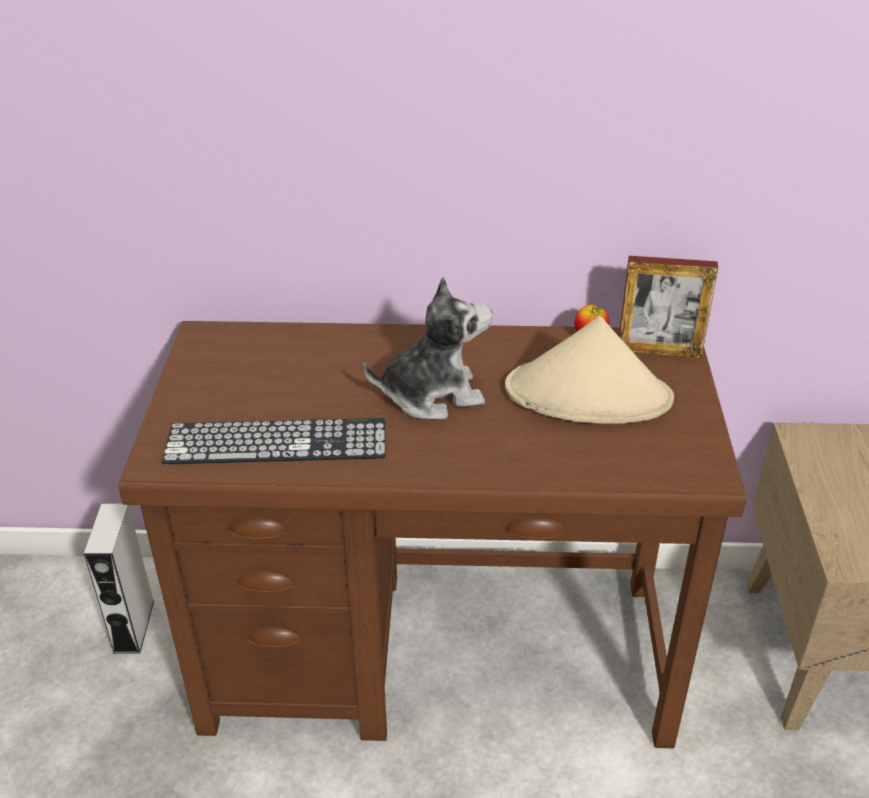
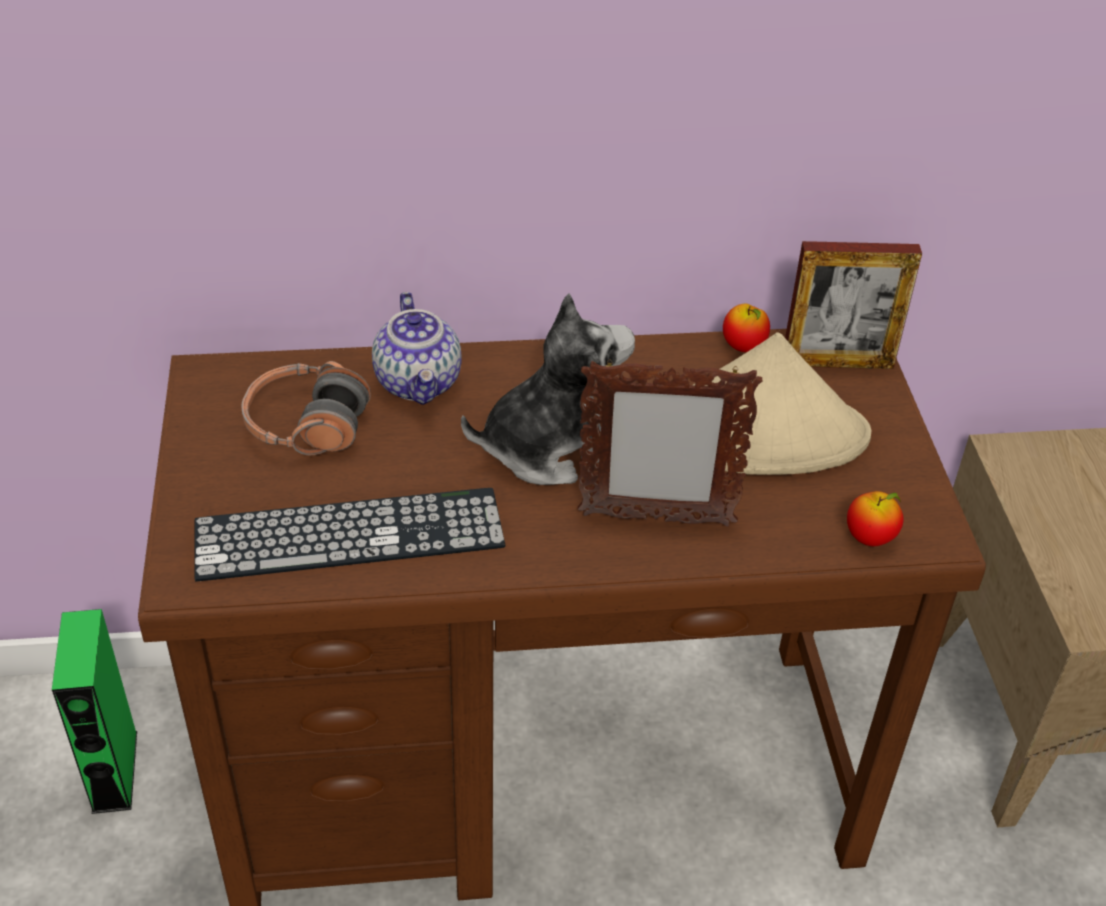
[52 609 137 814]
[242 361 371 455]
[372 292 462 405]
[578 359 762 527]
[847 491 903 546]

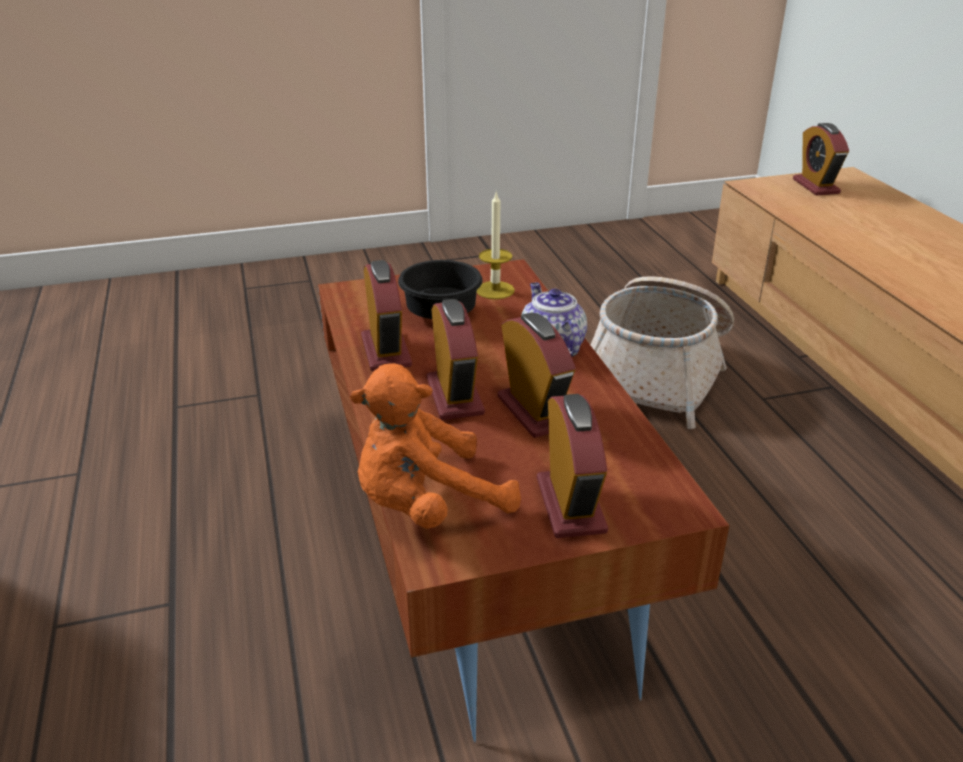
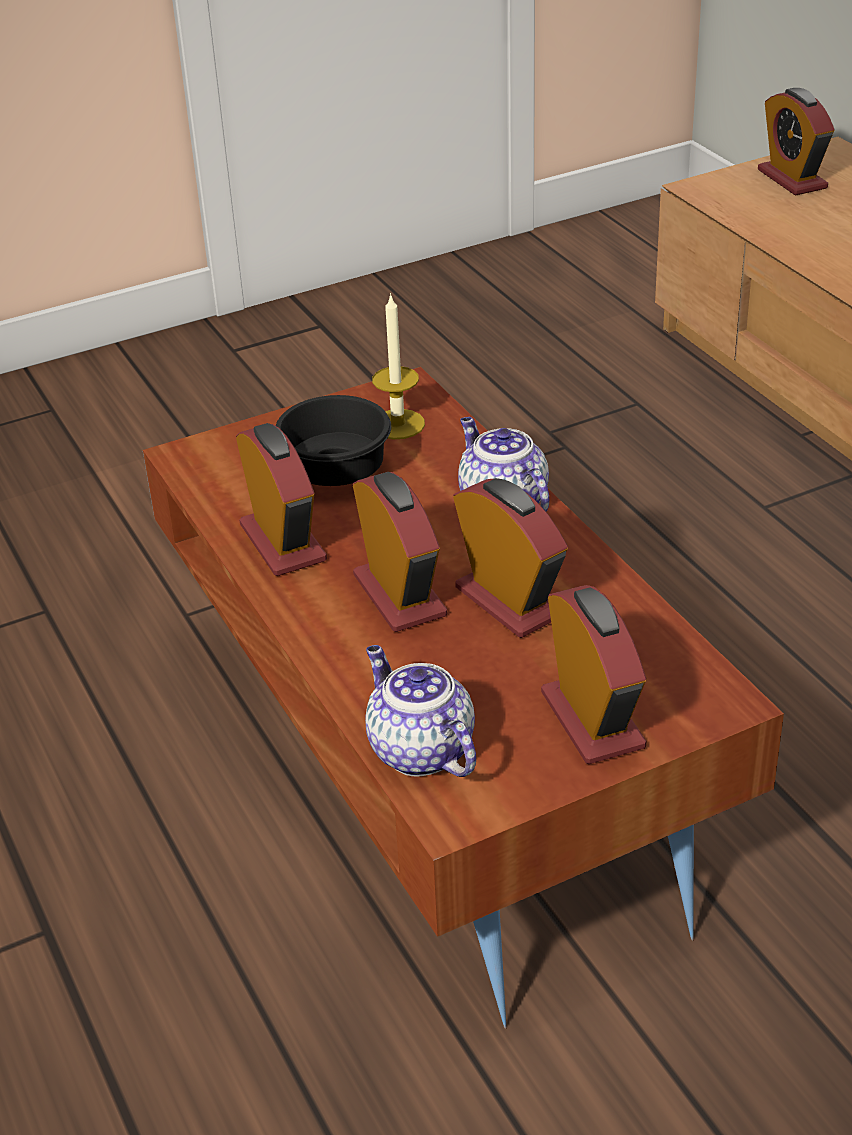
[365 645 476 777]
[591 276 734 429] (first image)

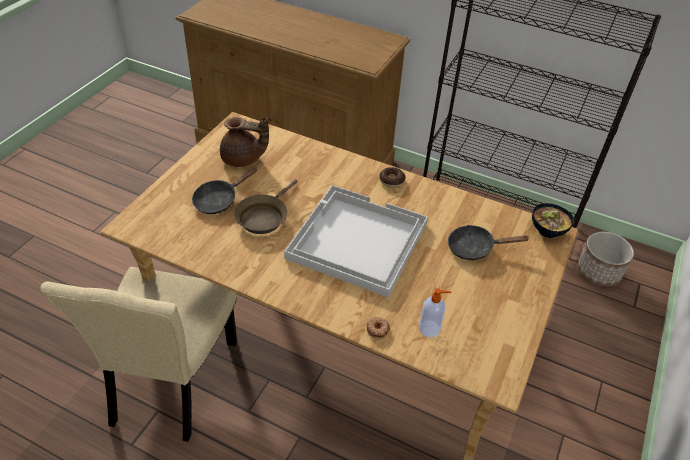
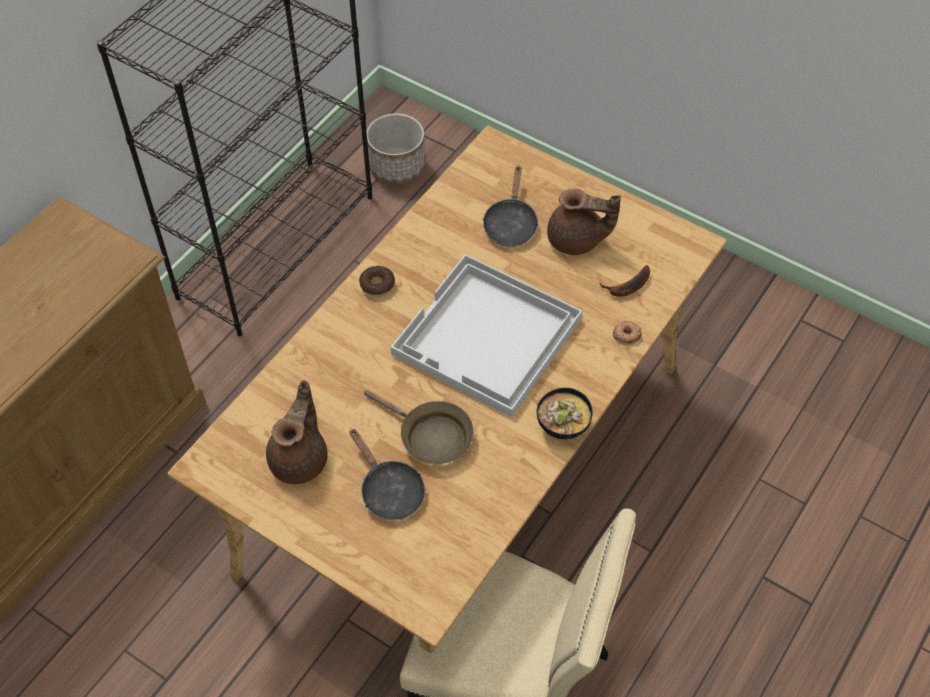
[537 388 593 439]
[547 189 621 255]
[600 265 650 297]

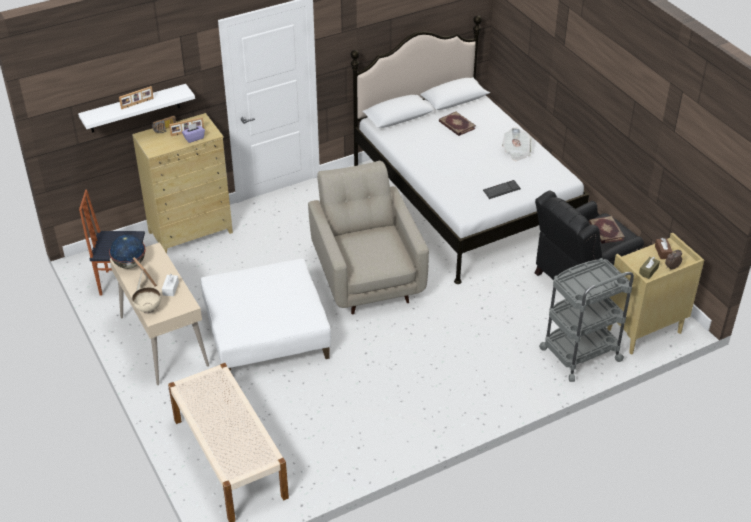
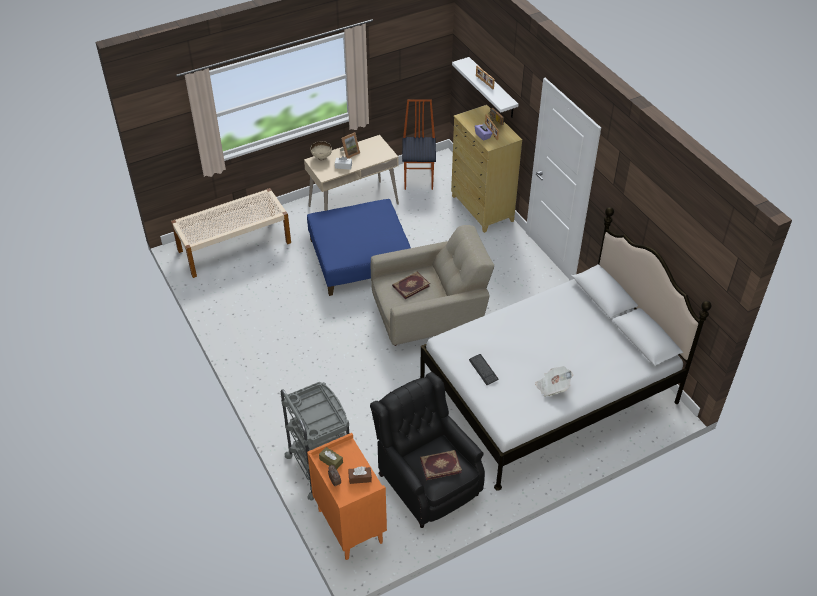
[307 199 411 296]
[307 433 387 560]
[392 272 430 299]
[109 234 146 269] (first image)

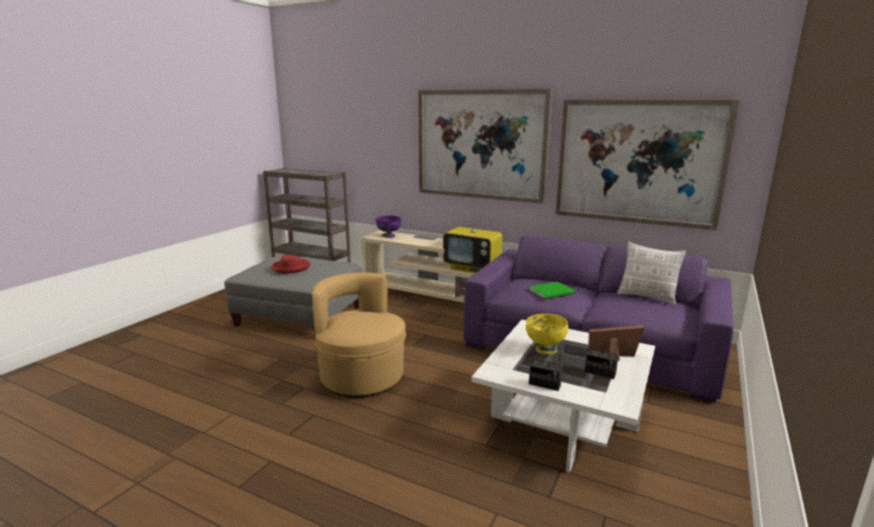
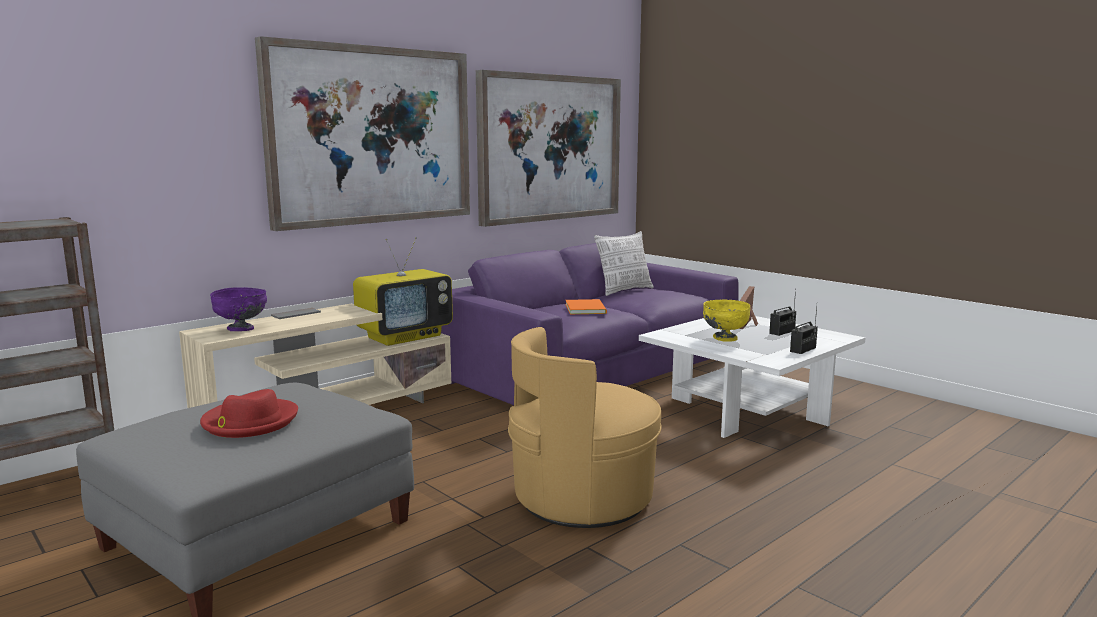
[565 299 607 314]

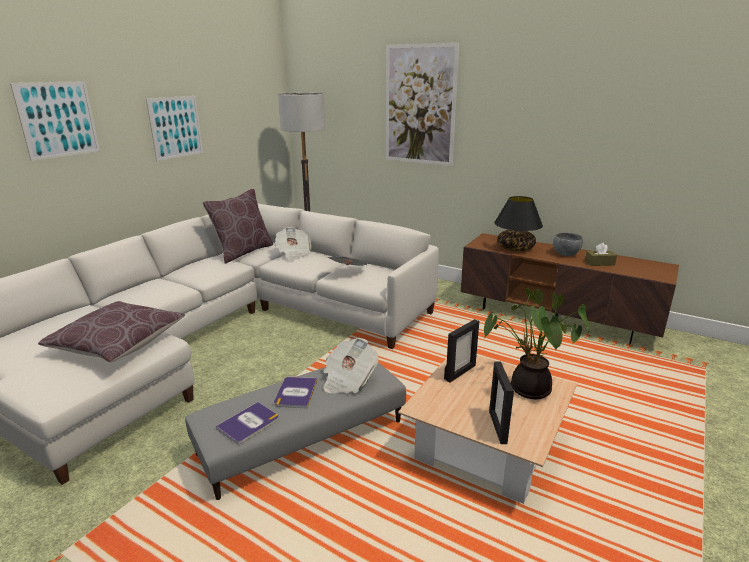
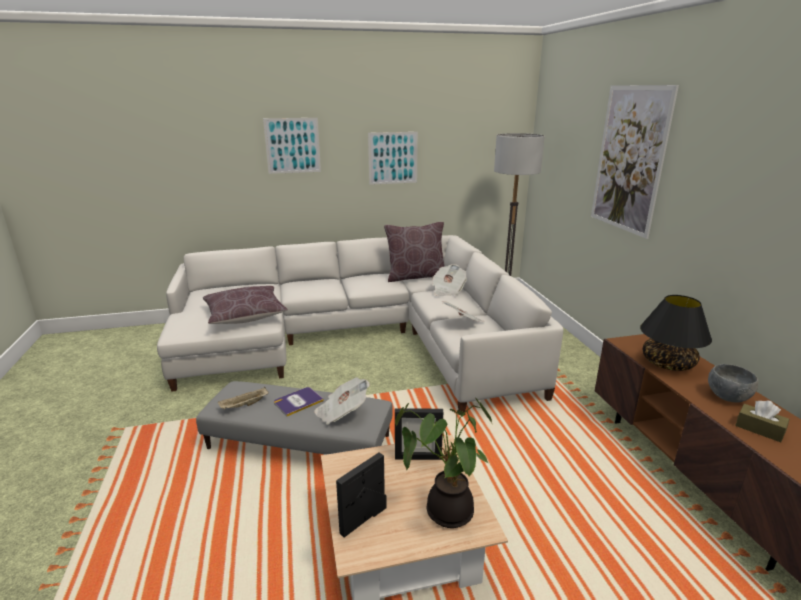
[218 387 269 409]

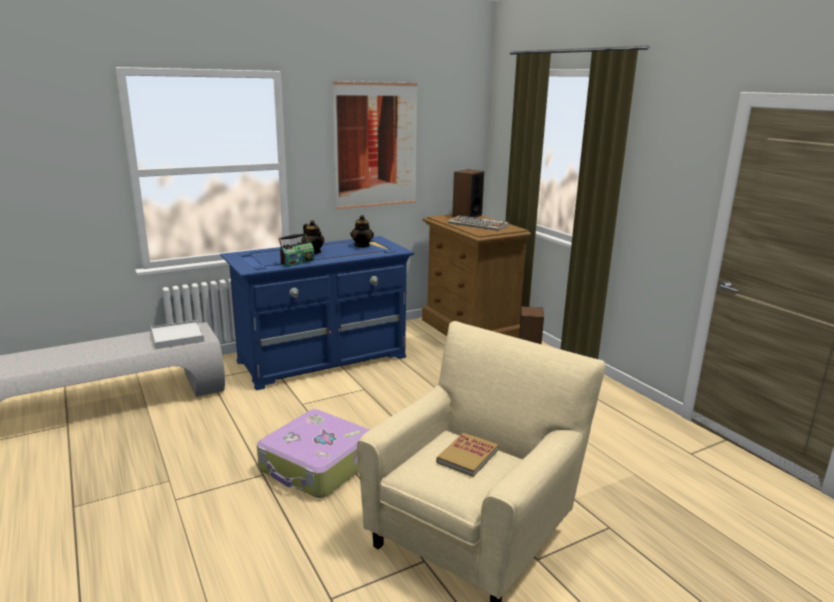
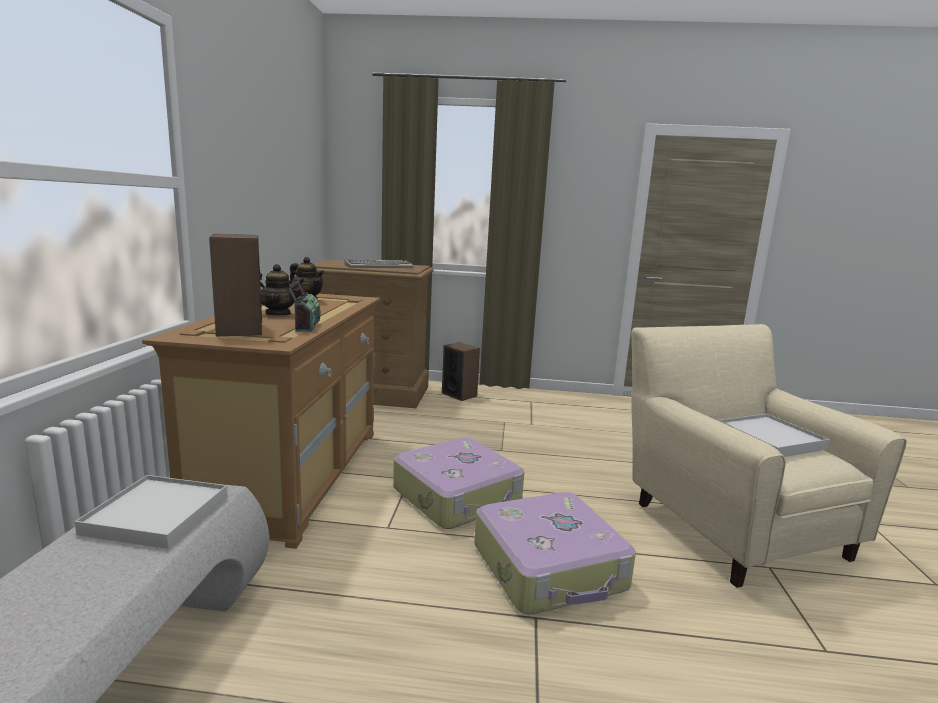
[142 294 380 549]
[209 234 262 336]
[393 437 524 529]
[718 414 830 457]
[332 81 418 209] (first image)

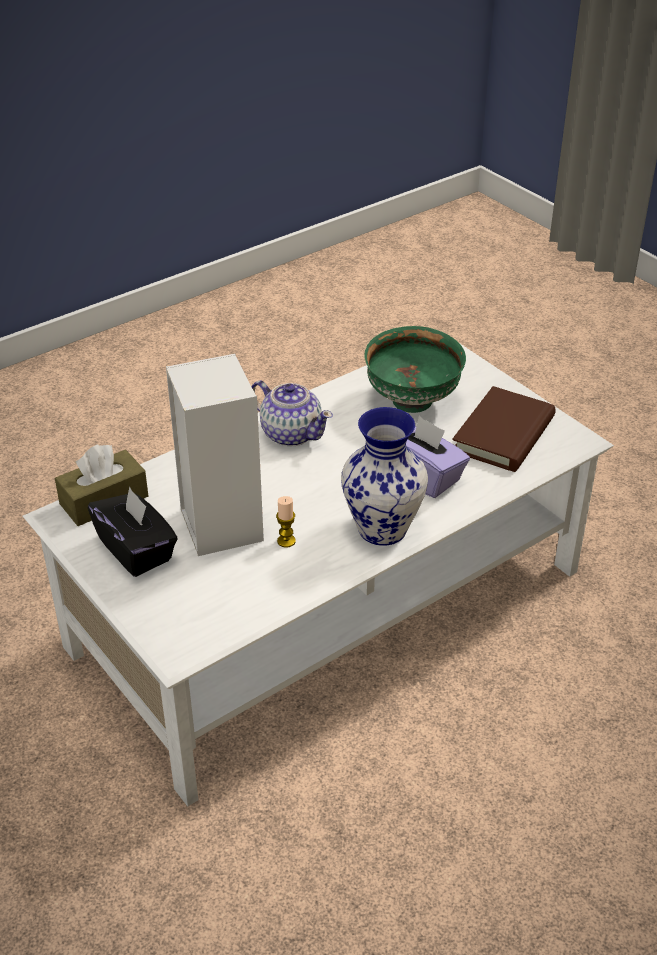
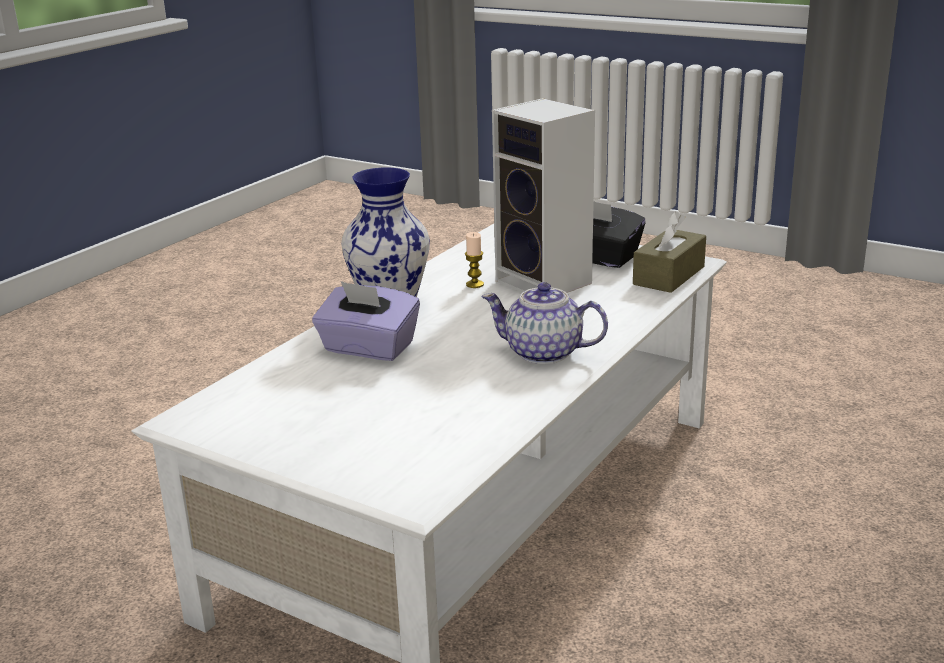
[364 326 466 413] (first image)
[452 386 556 472] (first image)

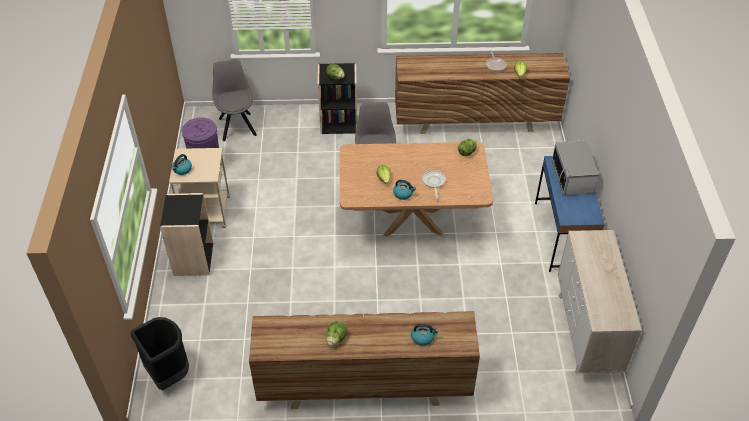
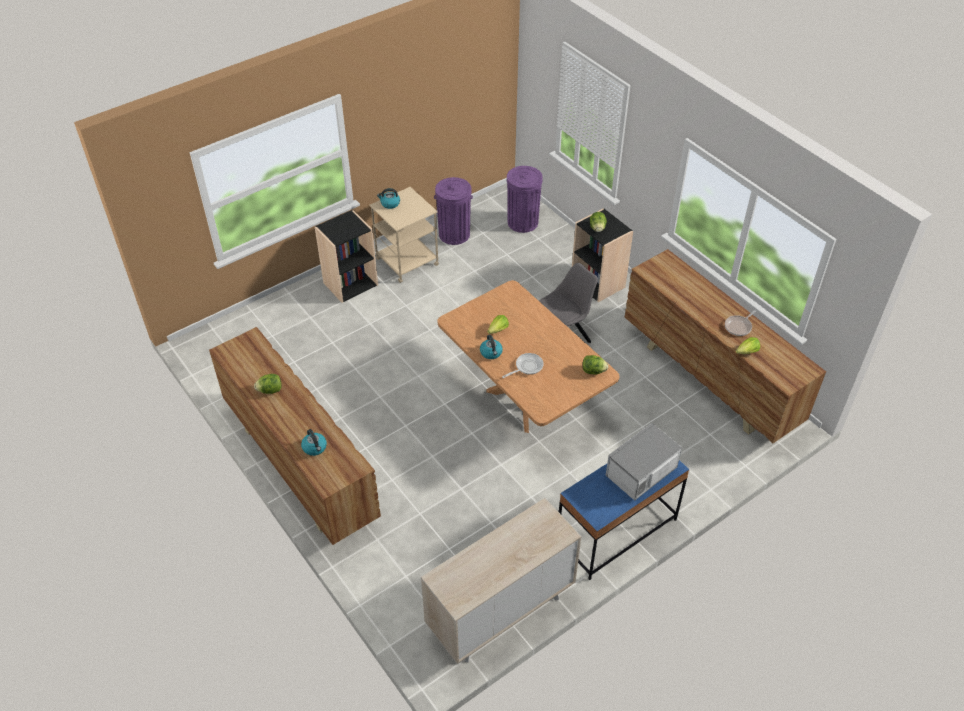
[507 166 543 233]
[131 317 189 390] (first image)

